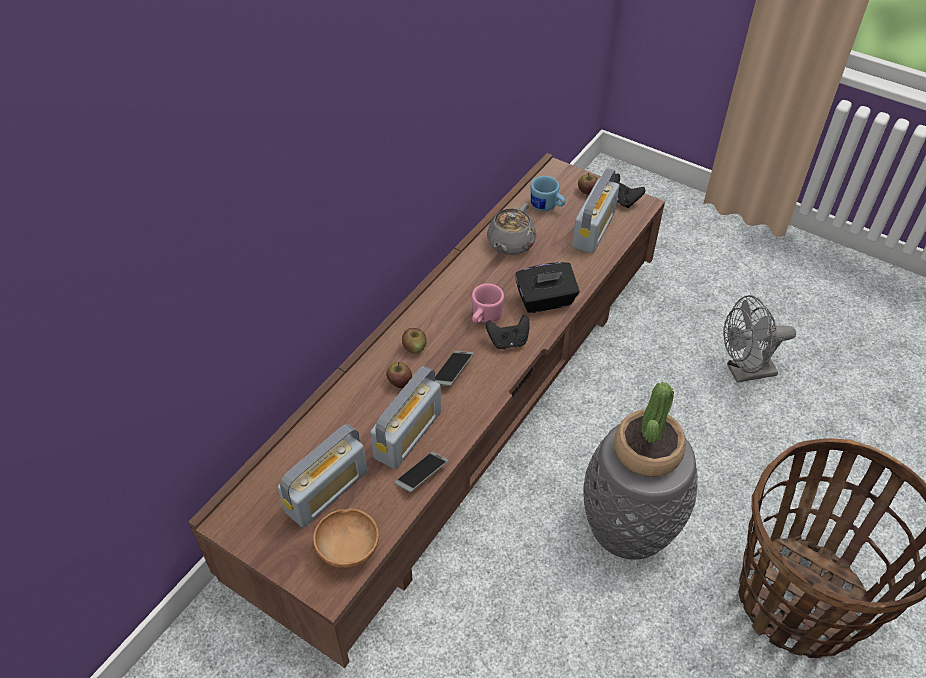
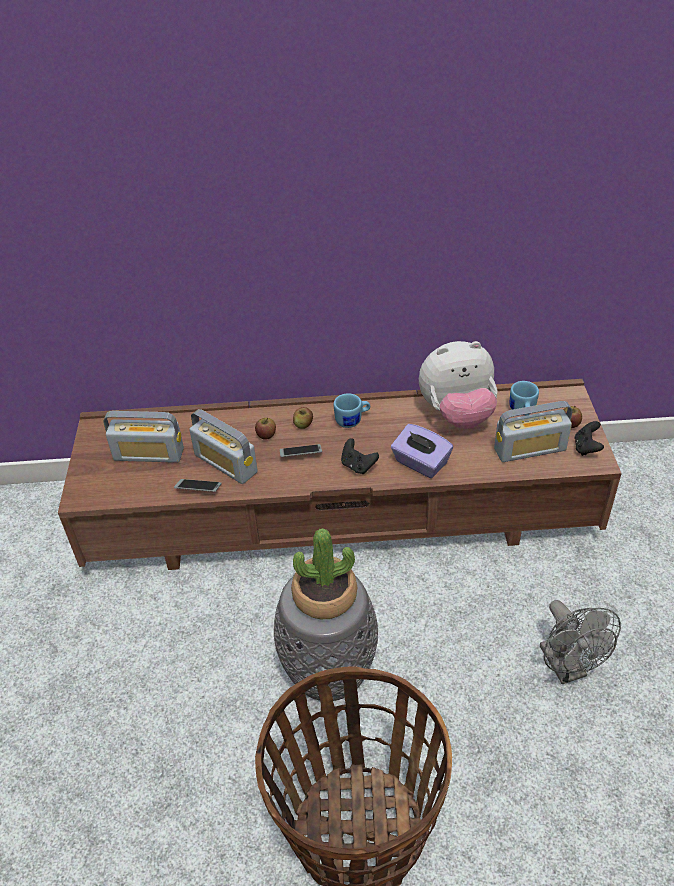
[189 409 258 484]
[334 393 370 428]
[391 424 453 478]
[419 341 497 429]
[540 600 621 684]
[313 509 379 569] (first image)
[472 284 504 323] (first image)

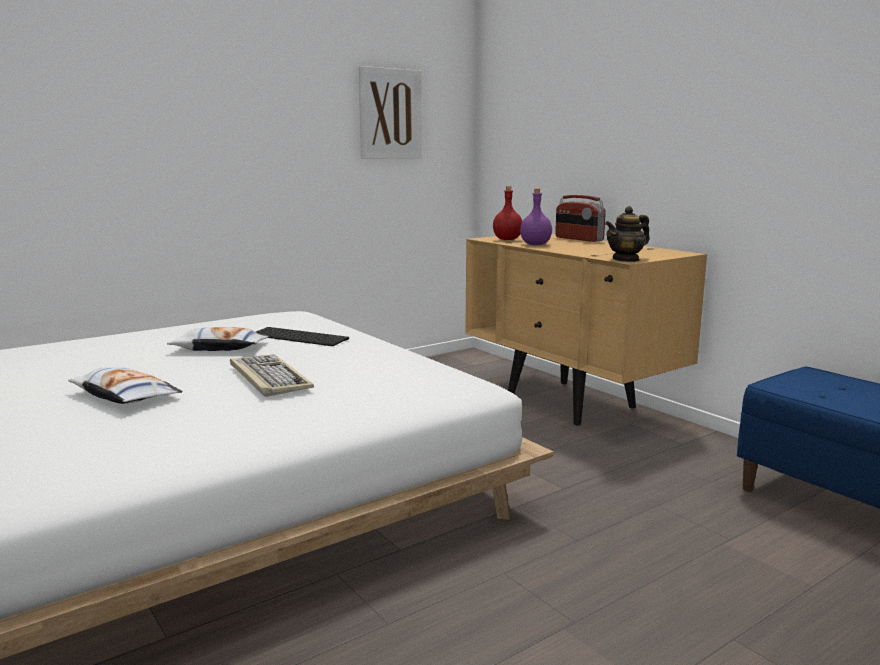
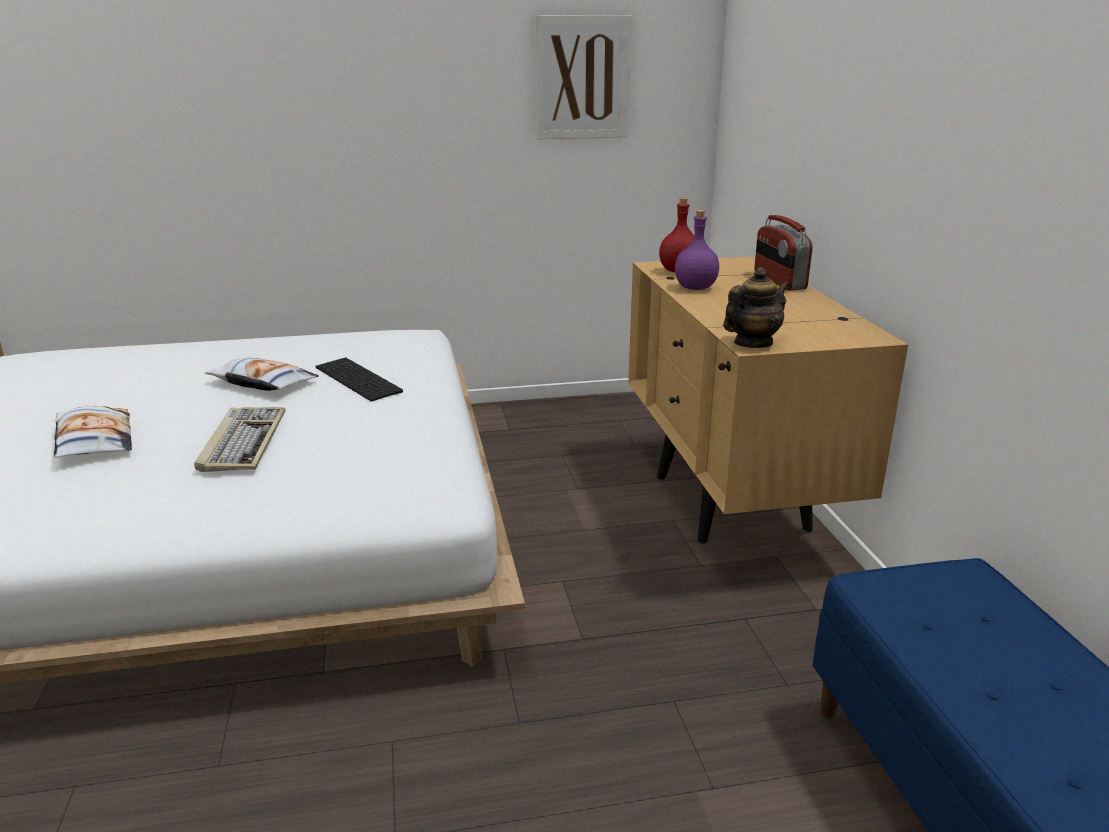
[723 267 790 348]

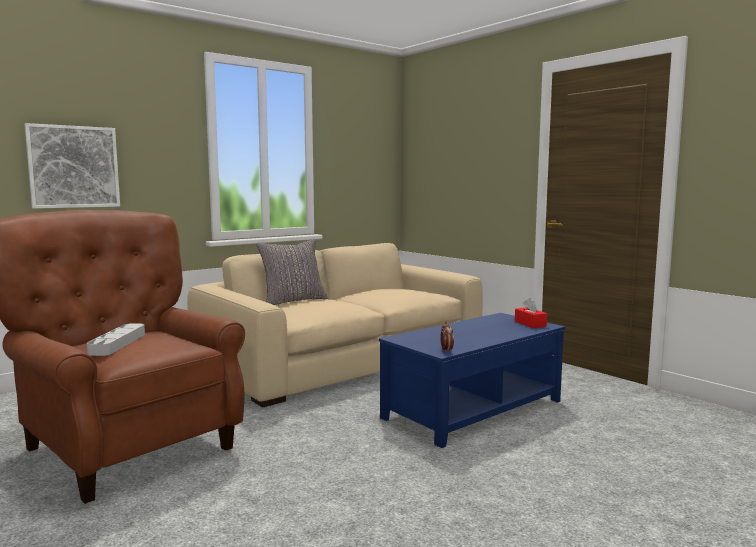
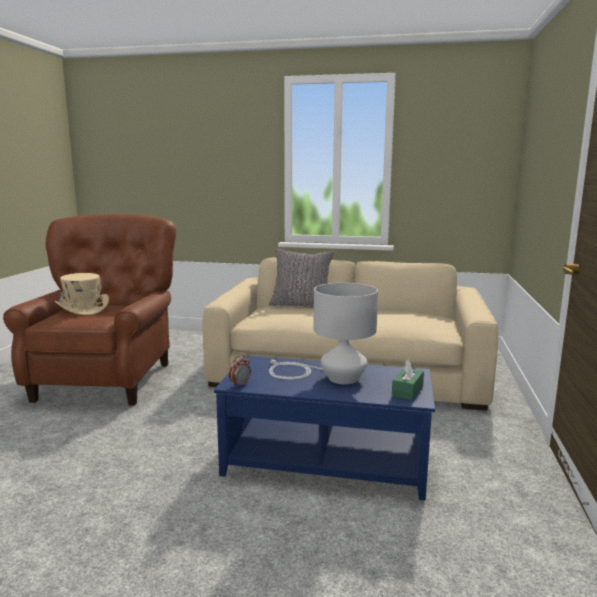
[55 273 109 315]
[269 283 378 385]
[392 359 424 400]
[24 123 120 209] (first image)

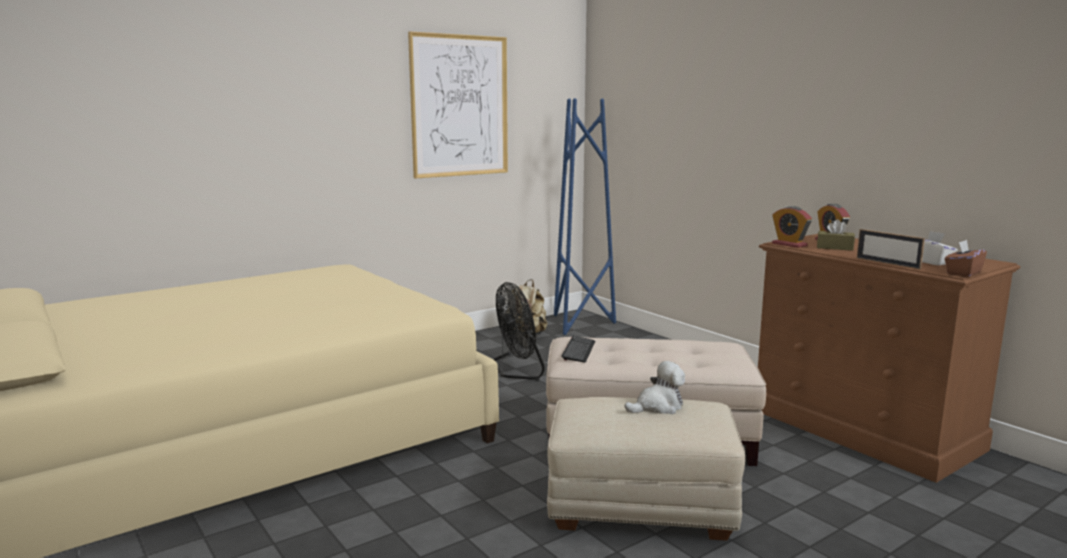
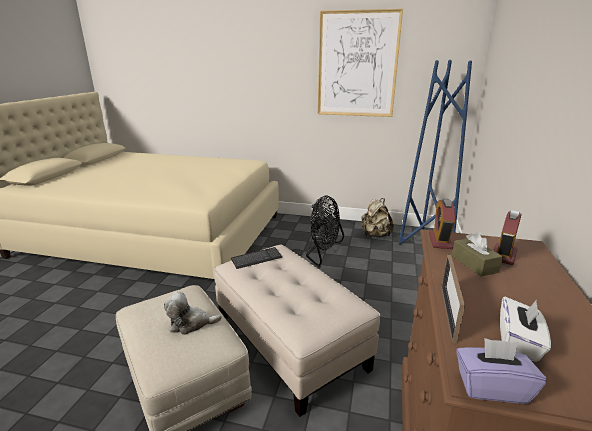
[164 292 222 335]
[456 338 547 404]

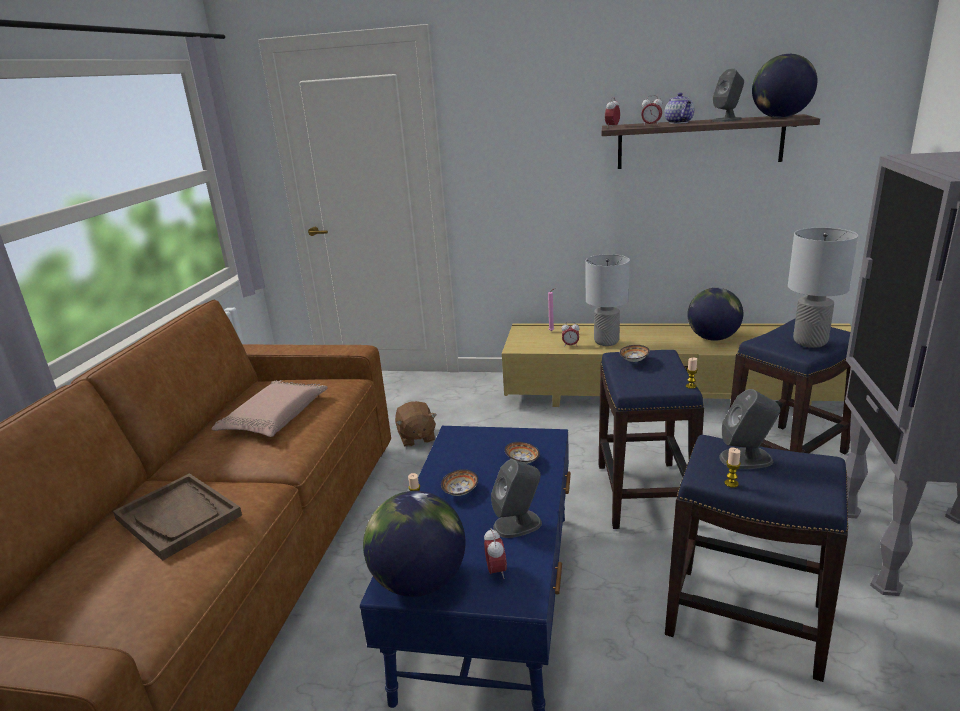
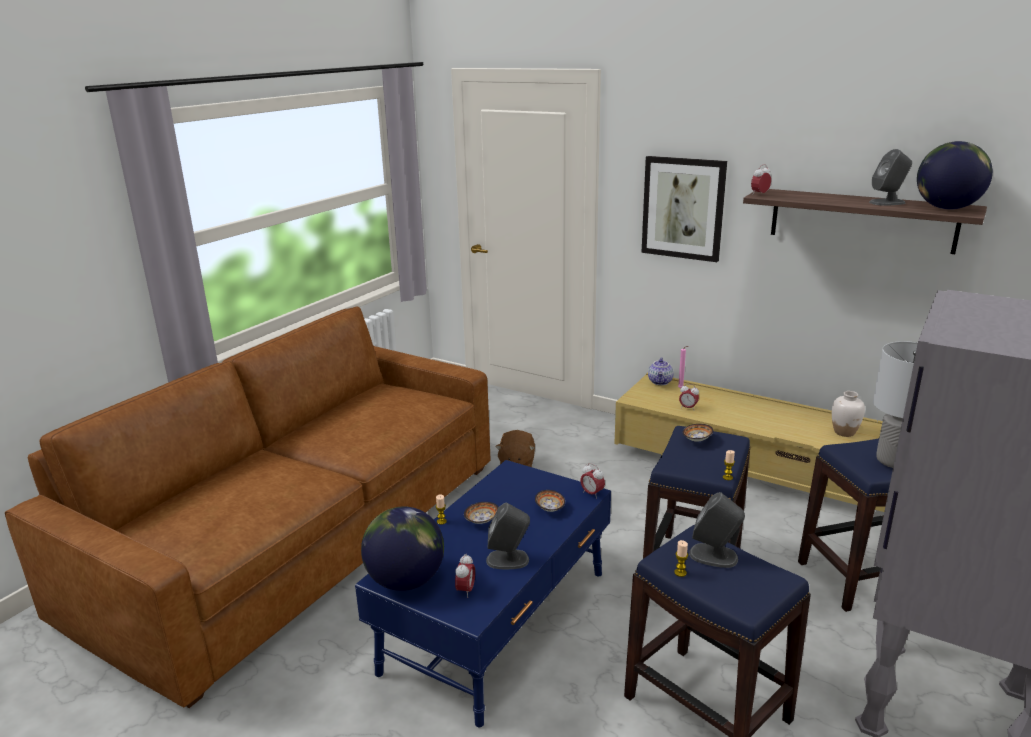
[580 463 605 499]
[641 156 727 262]
[648 357 673 385]
[832 391 865 437]
[113 473 242 561] (first image)
[212 380 328 437] (first image)
[586 254 630 346] (first image)

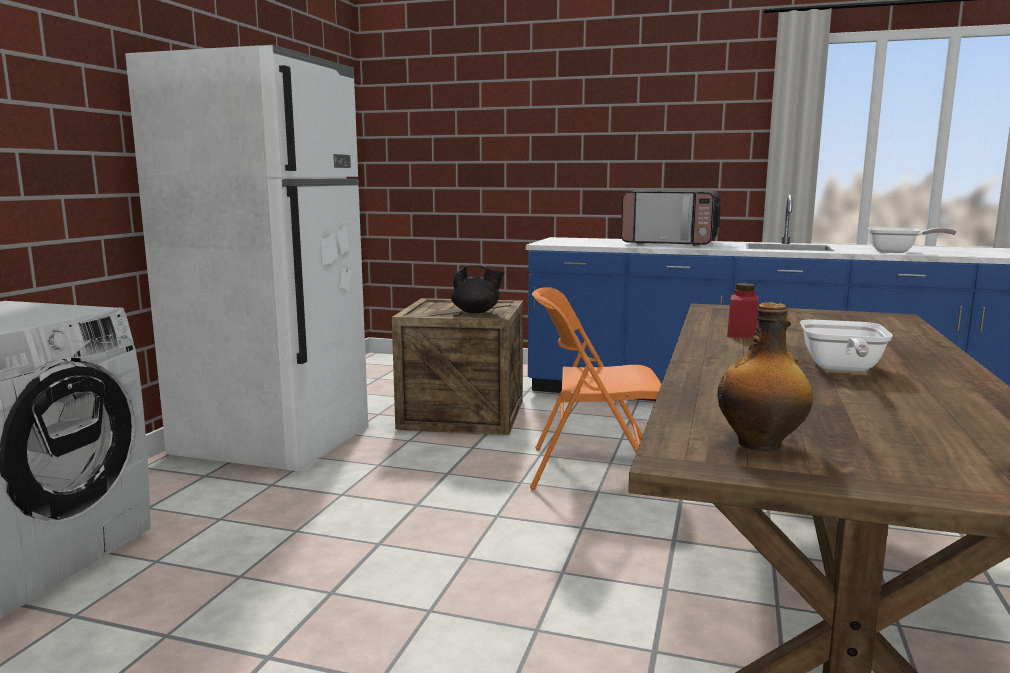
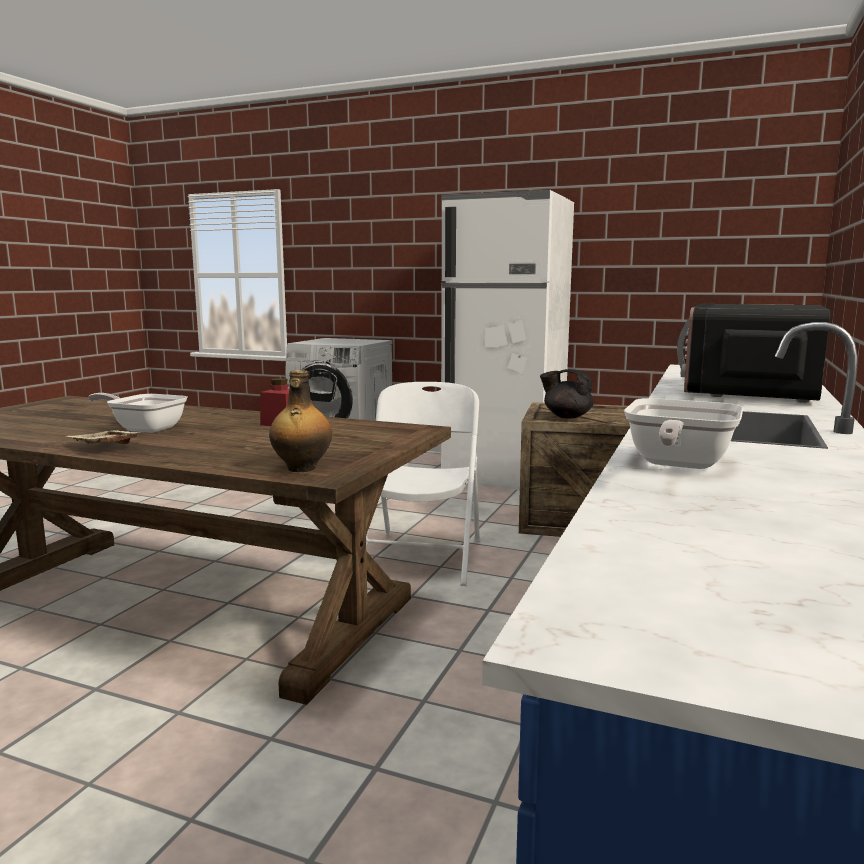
[67 430 141 444]
[269 370 332 472]
[366 382 480 586]
[540 369 594 419]

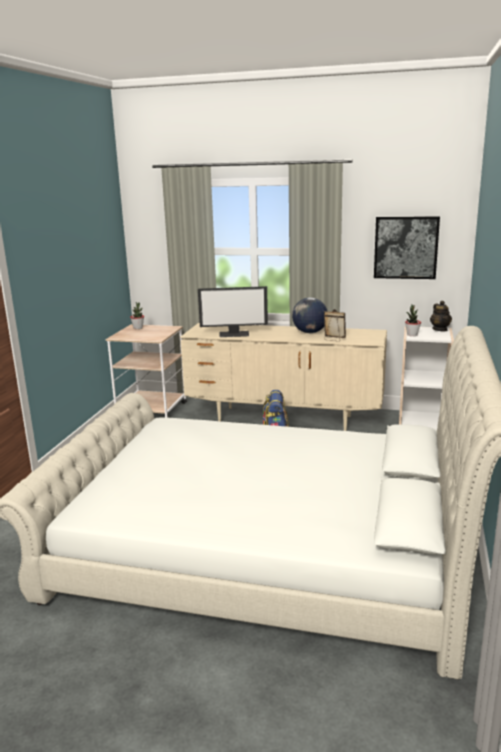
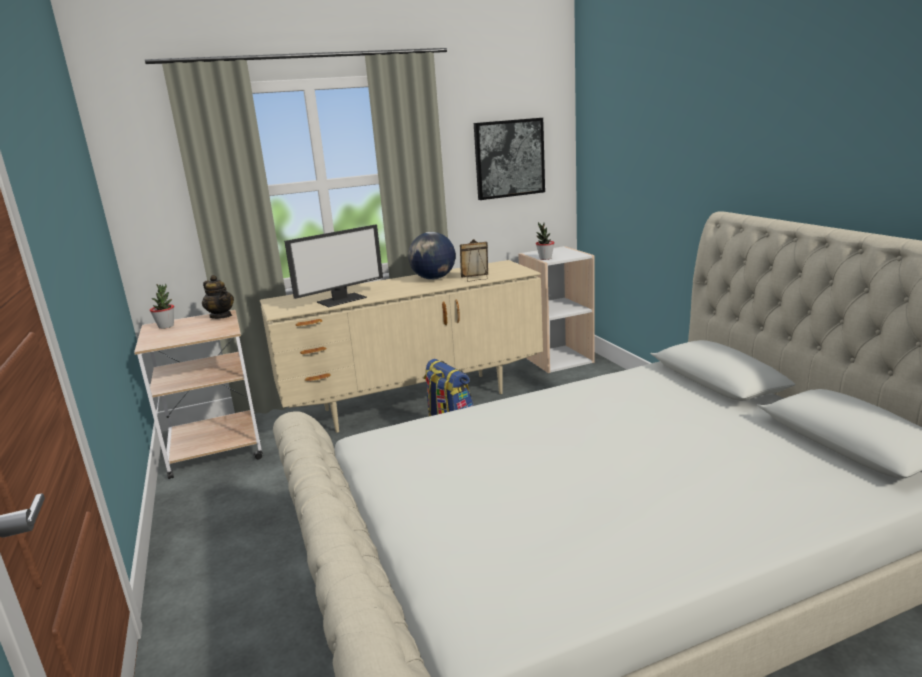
[202 275 234 319]

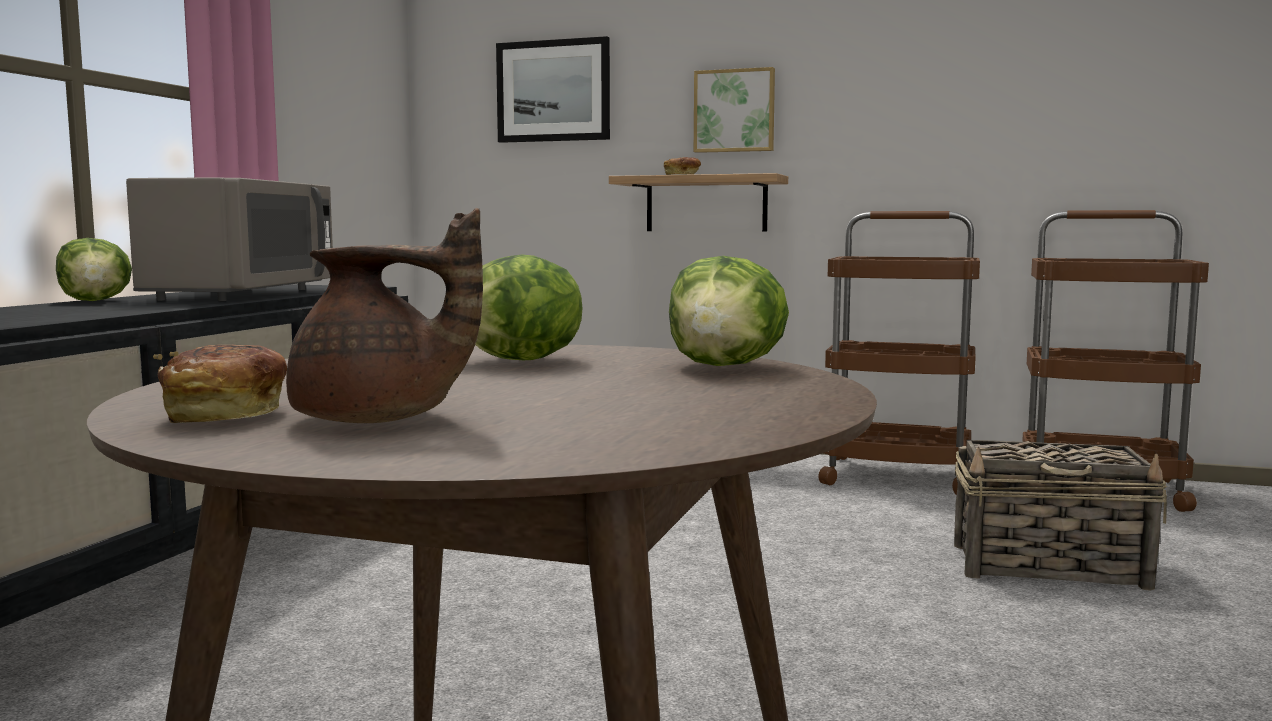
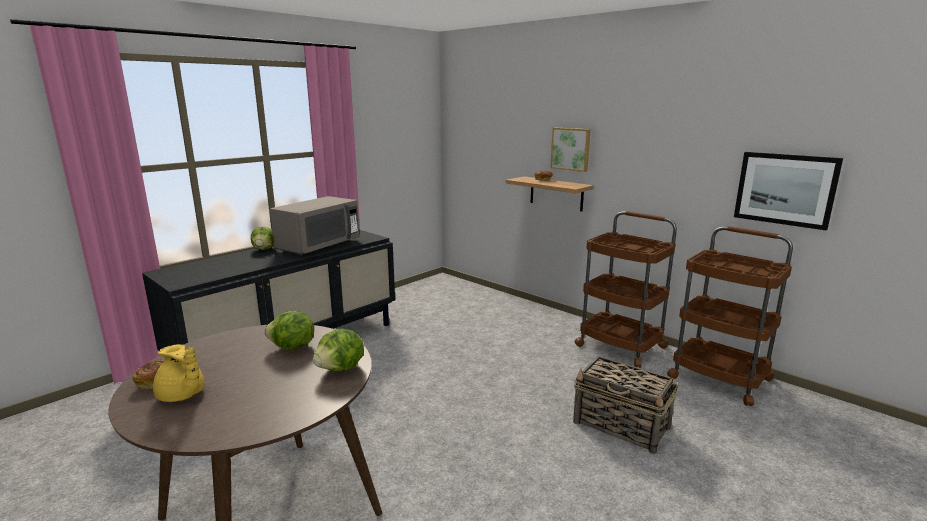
[153 344 204 402]
[734 152 843 231]

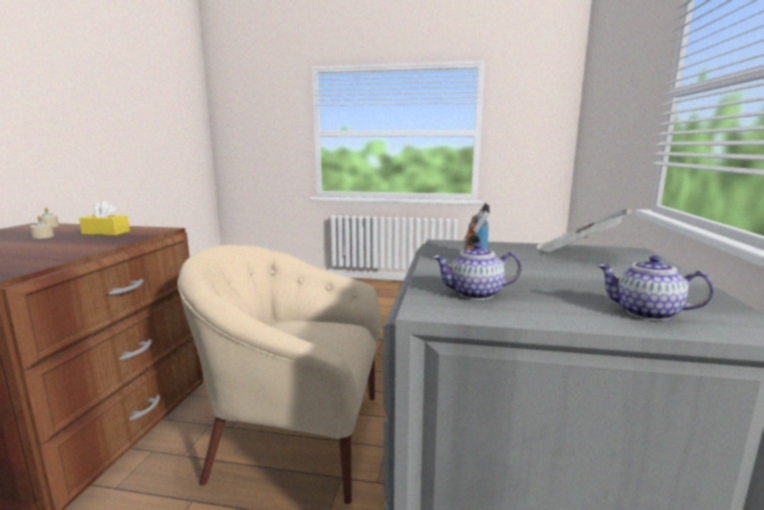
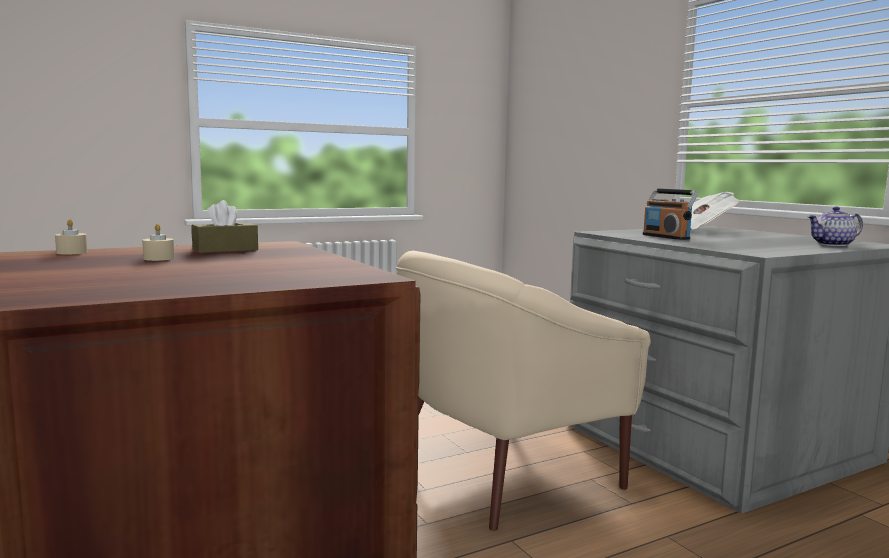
[191 200 258 253]
[433 243 521 300] (first image)

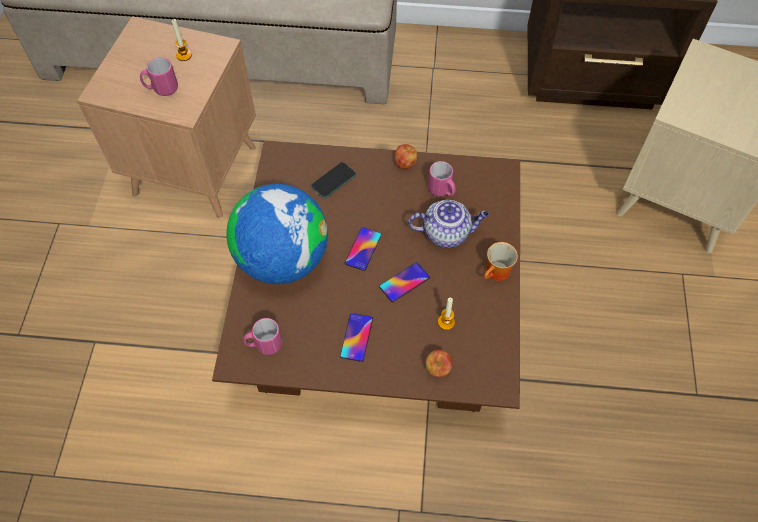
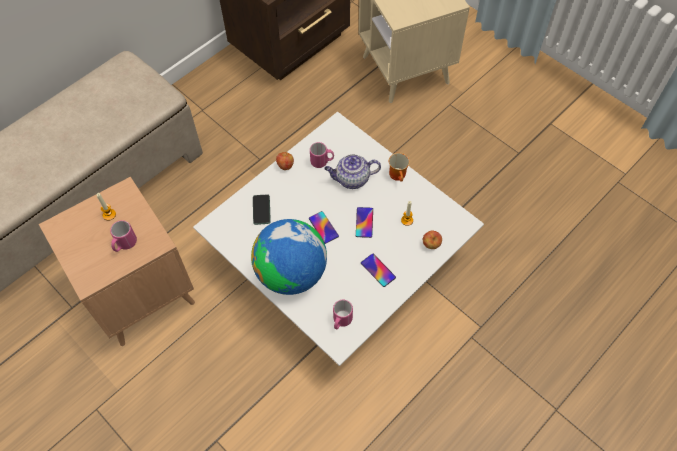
[193 112 484 366]
[324 154 381 189]

